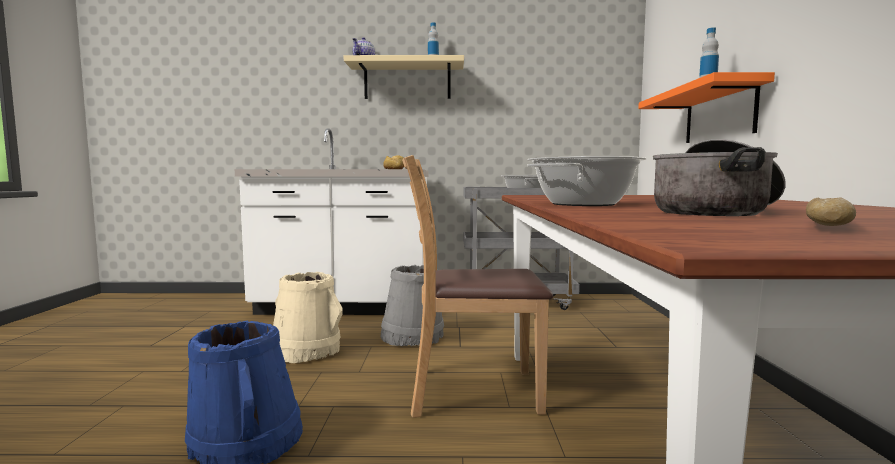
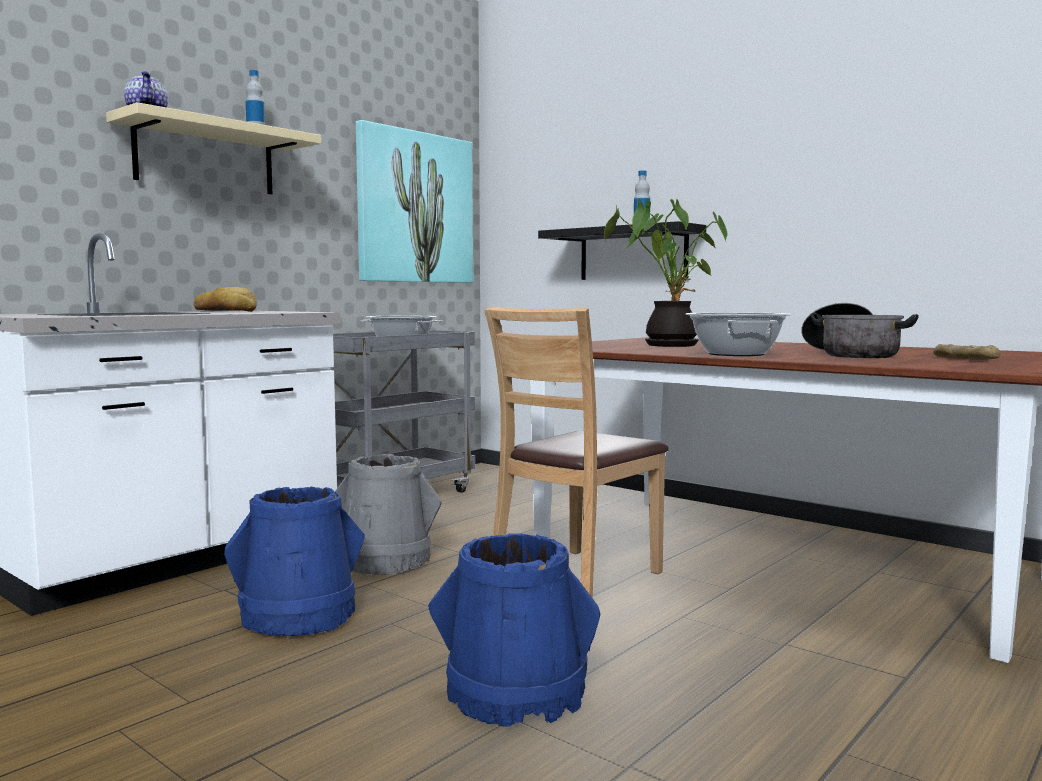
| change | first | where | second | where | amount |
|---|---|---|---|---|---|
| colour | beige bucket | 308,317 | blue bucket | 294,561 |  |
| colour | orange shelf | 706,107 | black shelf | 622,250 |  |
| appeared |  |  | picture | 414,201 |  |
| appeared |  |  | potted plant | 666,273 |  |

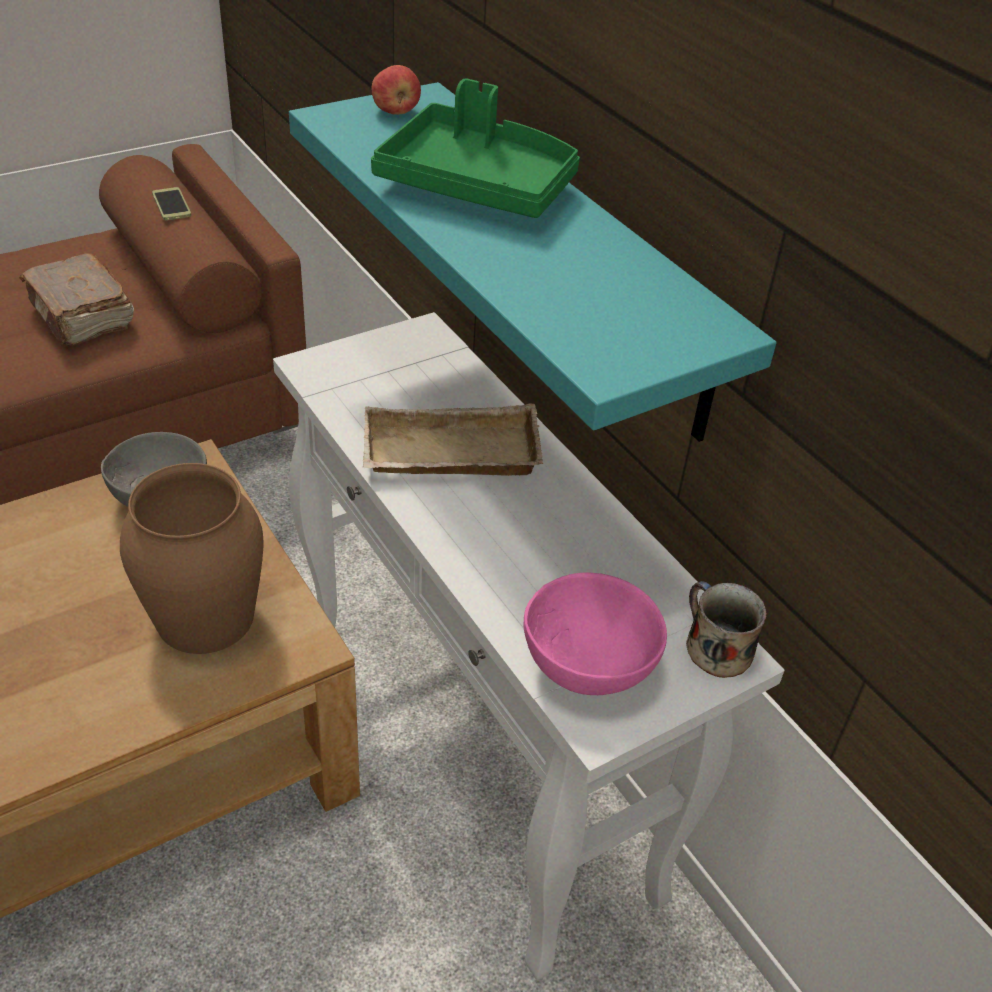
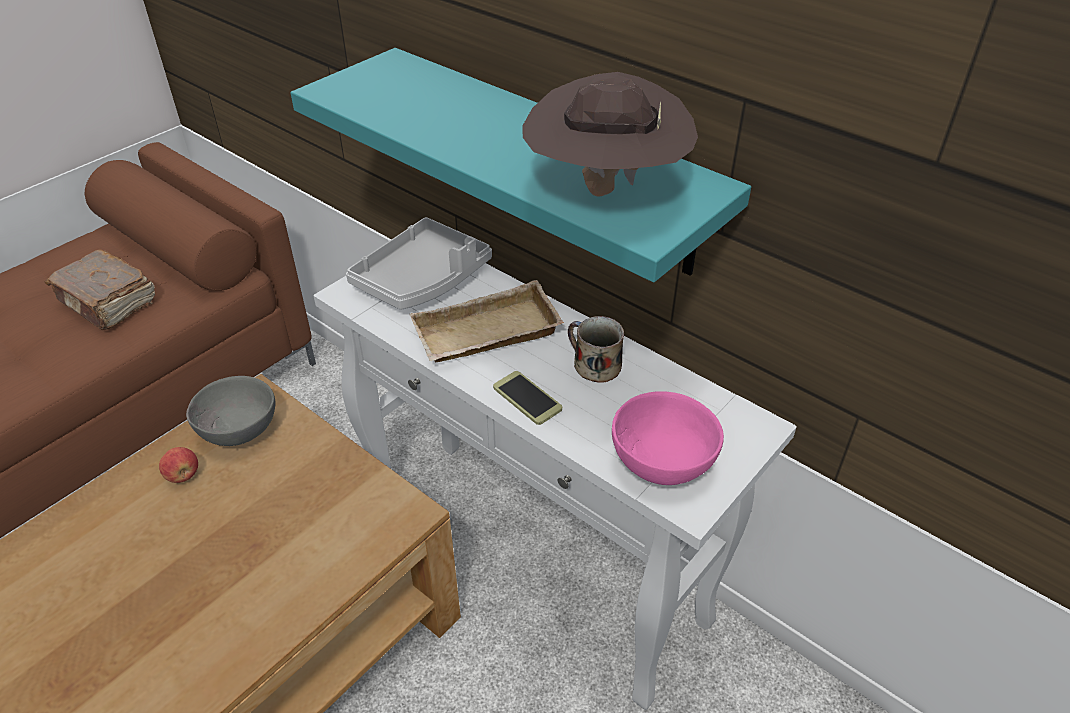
| change | first | where | second | where | amount |
|---|---|---|---|---|---|
| missing | brown vase | 192,558 |  |  |  |
| relocated | phone | 171,203 |  | 527,398 |  |
| missing | green tray | 475,148 |  |  |  |
| relocated | apple | 396,90 |  | 178,465 |  |
| relocated | mug | 726,629 |  | 596,349 |  |
| appeared |  |  | grey tray | 419,263 |  |
| appeared |  |  | brown hat | 610,134 |  |

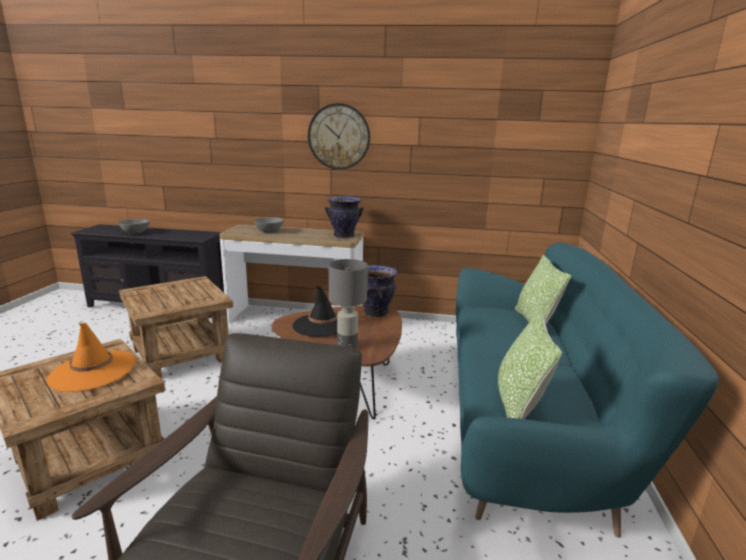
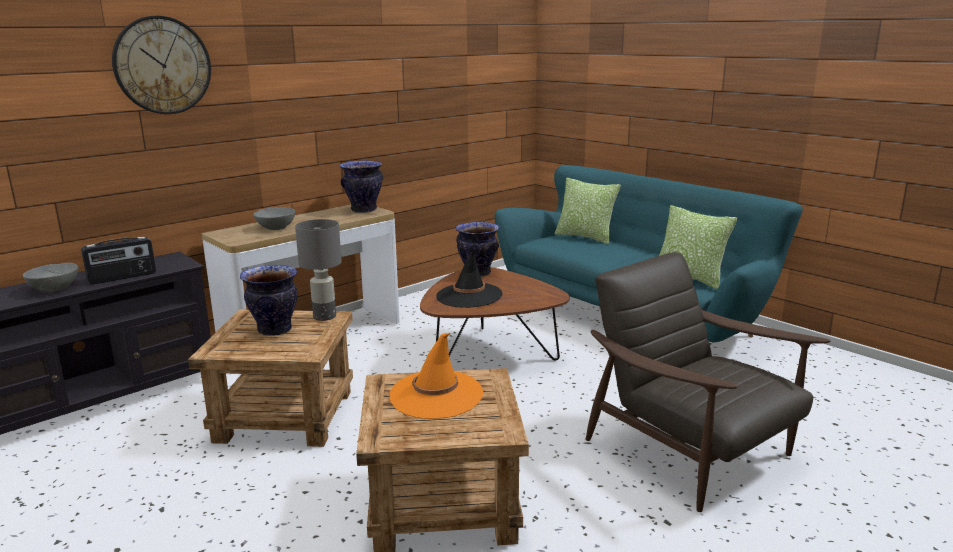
| change | first | where | second | where | amount |
|---|---|---|---|---|---|
| relocated | wall clock | 339,136 |  | 161,65 |  |
| relocated | grey table lamp | 348,304 |  | 318,270 |  |
| appeared |  |  | radio | 118,261 |  |
| appeared |  |  | vase | 269,300 |  |

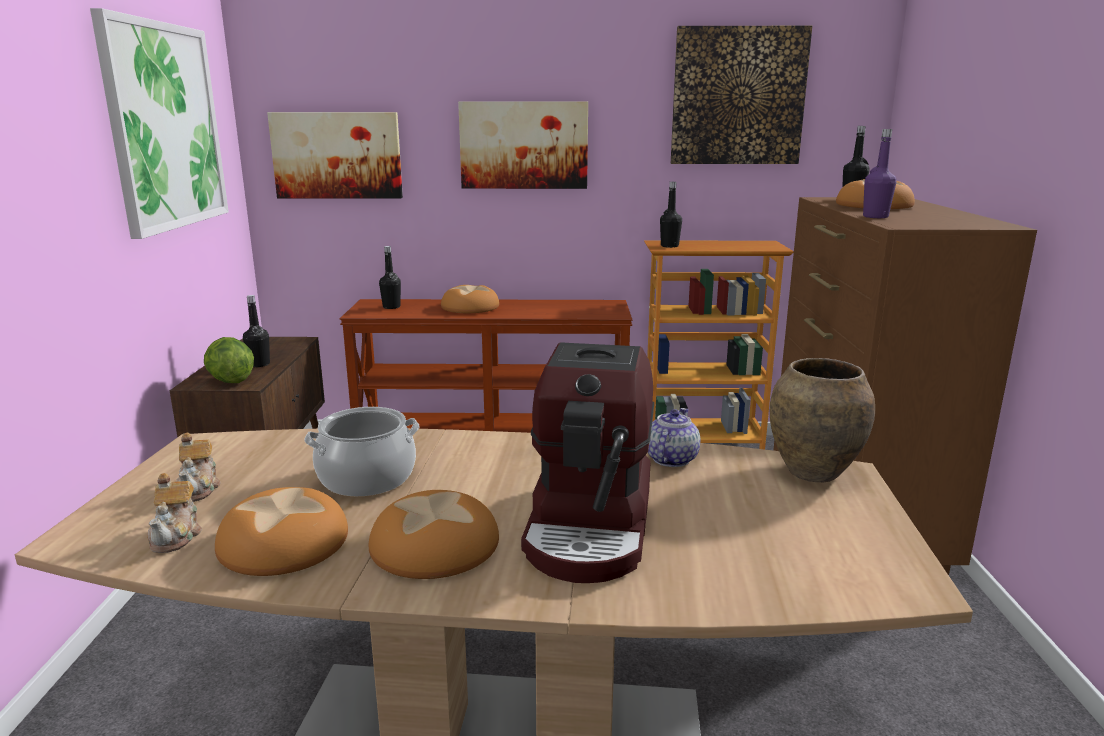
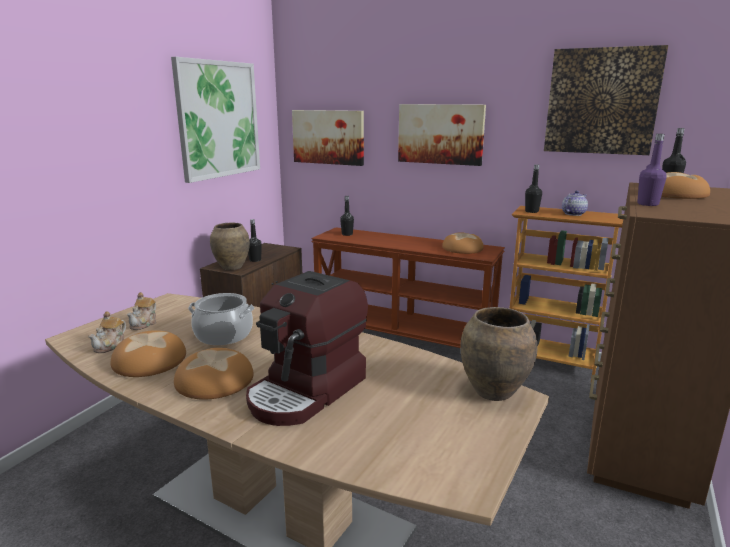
| change | first | where | second | where | amount |
|---|---|---|---|---|---|
| exchanged | lettuce | 229,360 | brown vase | 230,246 |  |
| relocated | bread | 470,299 |  | 463,243 |  |
| relocated | teapot | 674,437 |  | 575,203 |  |

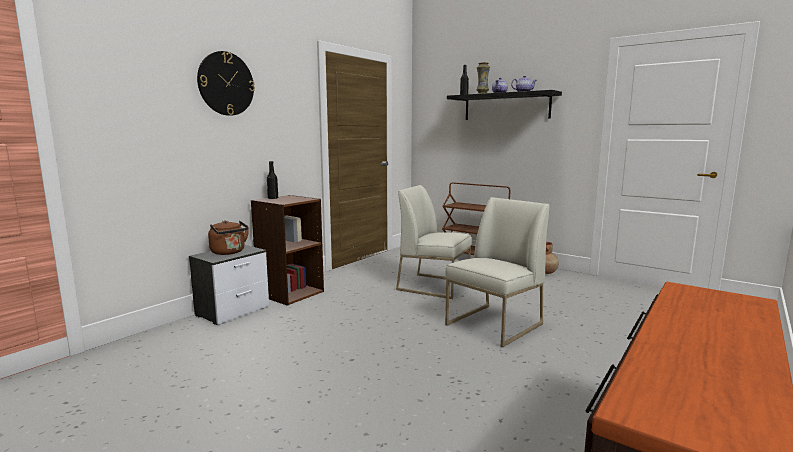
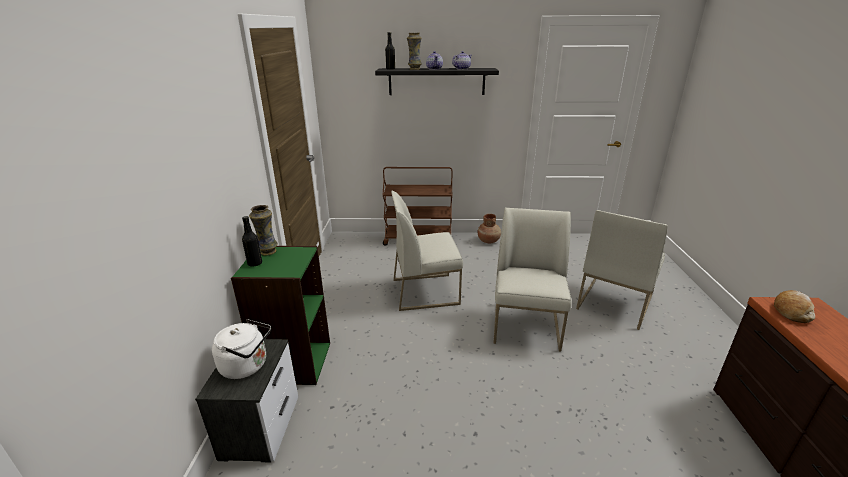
| change | first | where | second | where | amount |
|---|---|---|---|---|---|
| missing | wall clock | 226,83 |  |  |  |
| colour | brown kettle | 228,237 | white kettle | 241,349 |  |
| colour | brown bookcase | 287,250 | green bookcase | 280,315 |  |
| appeared |  |  | vase | 263,230 |  |
| appeared |  |  | white chair | 622,270 |  |
| appeared |  |  | bread | 794,306 |  |

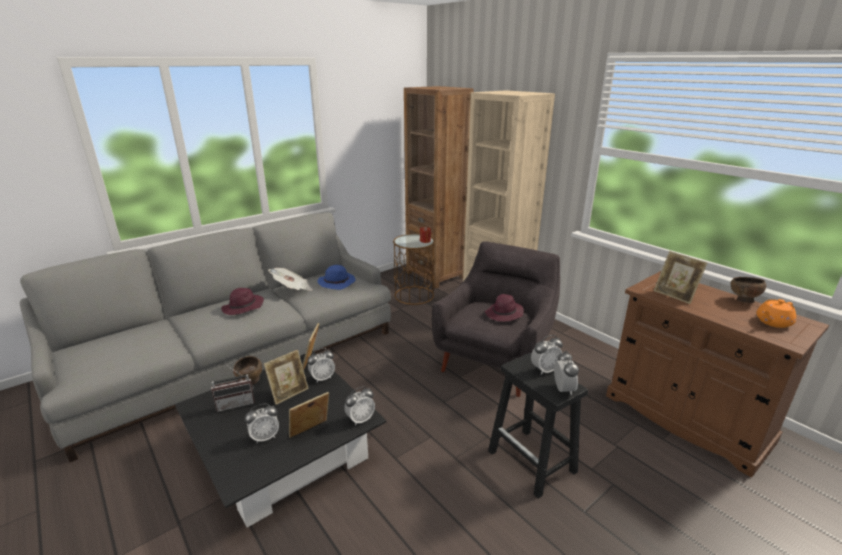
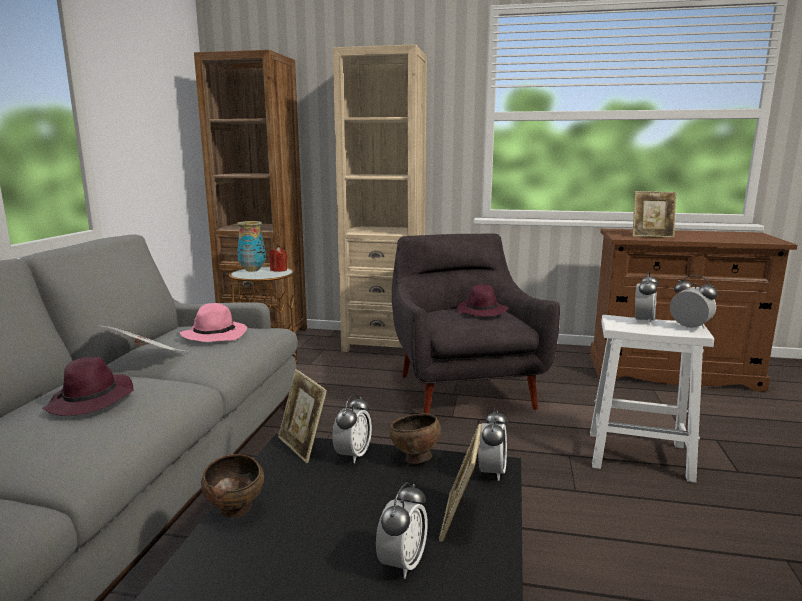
| change | first | where | second | where | amount |
|---|---|---|---|---|---|
| missing | radio | 233,388 |  |  |  |
| missing | picture frame | 286,377 |  |  |  |
| colour | blue hat | 336,277 | pink hat | 213,322 |  |
| colour | black stool | 538,426 | white stool | 652,399 |  |
| relocated | brown bowl | 748,290 |  | 415,438 |  |
| missing | orange teapot | 776,313 |  |  |  |
| appeared |  |  | vase | 251,246 |  |

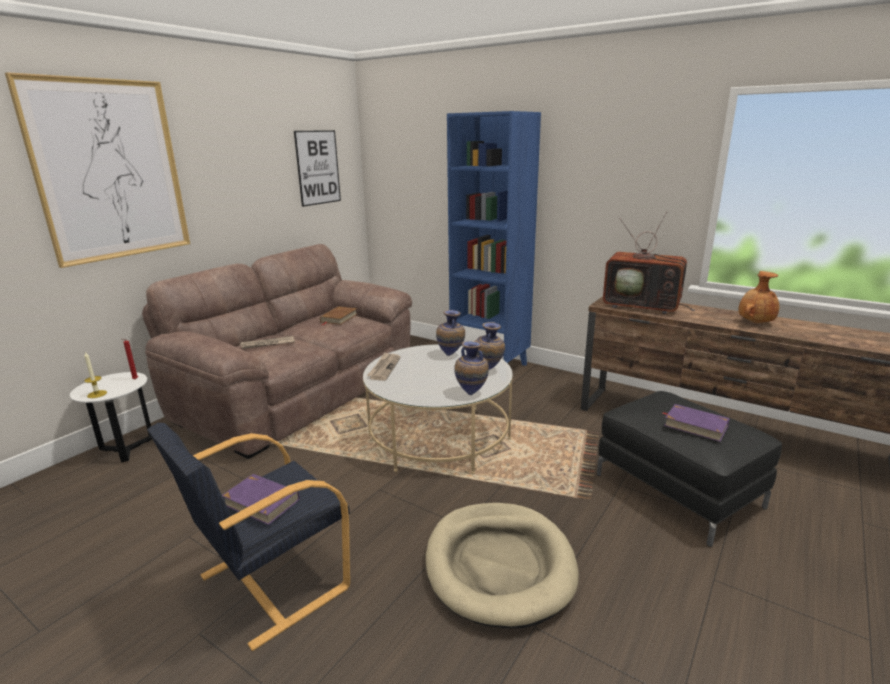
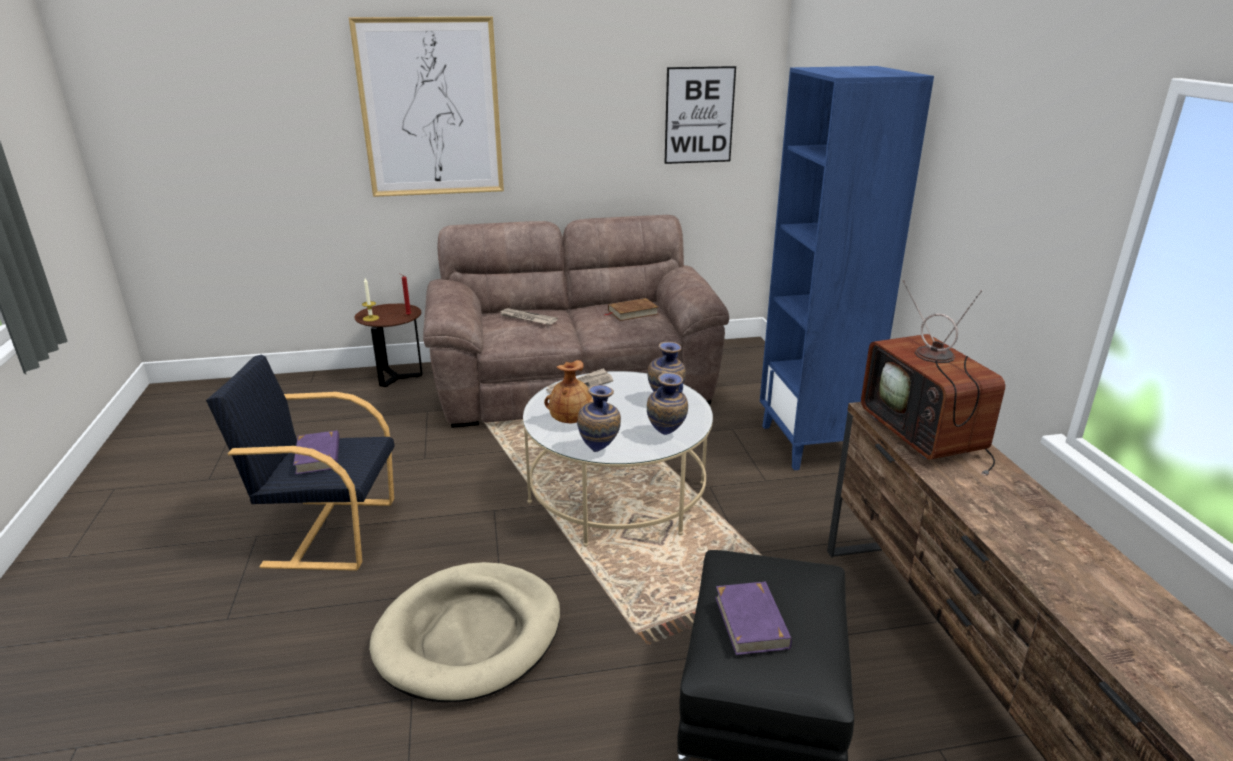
| change | first | where | second | where | amount |
|---|---|---|---|---|---|
| colour | white side table | 111,417 | brown side table | 388,345 |  |
| relocated | brown vase | 758,297 |  | 569,391 |  |

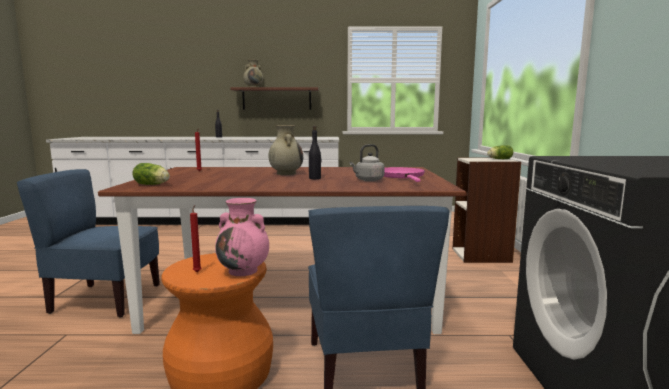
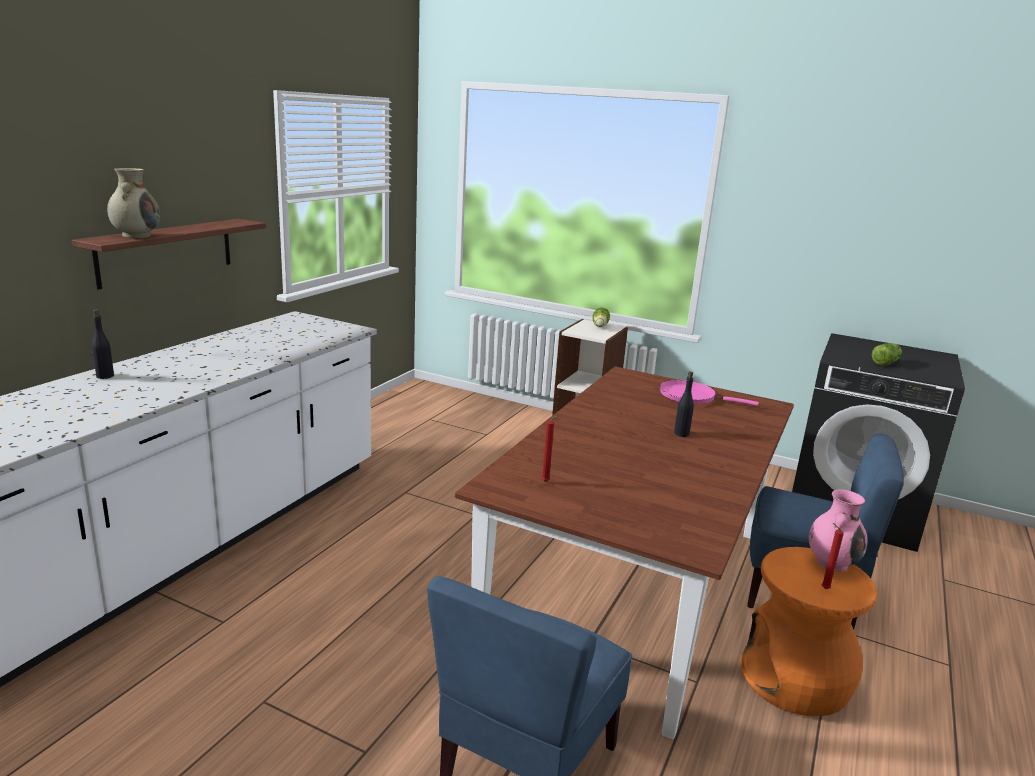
| change | first | where | second | where | amount |
|---|---|---|---|---|---|
| relocated | lettuce | 151,174 |  | 887,354 |  |
| missing | beige vase | 285,150 |  |  |  |
| missing | grey kettle | 367,162 |  |  |  |

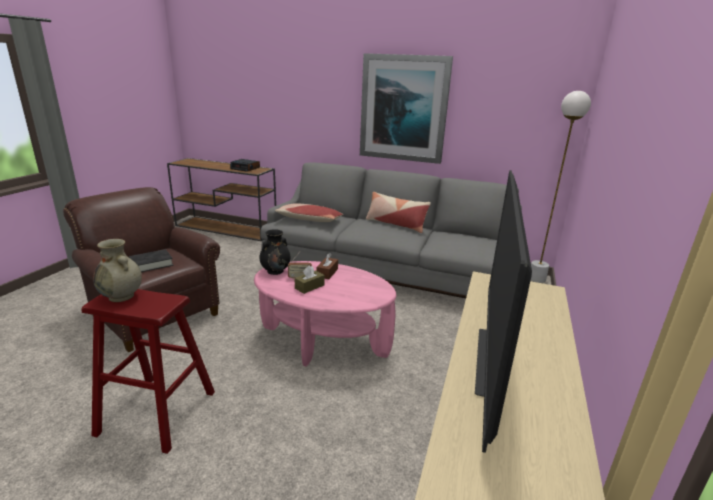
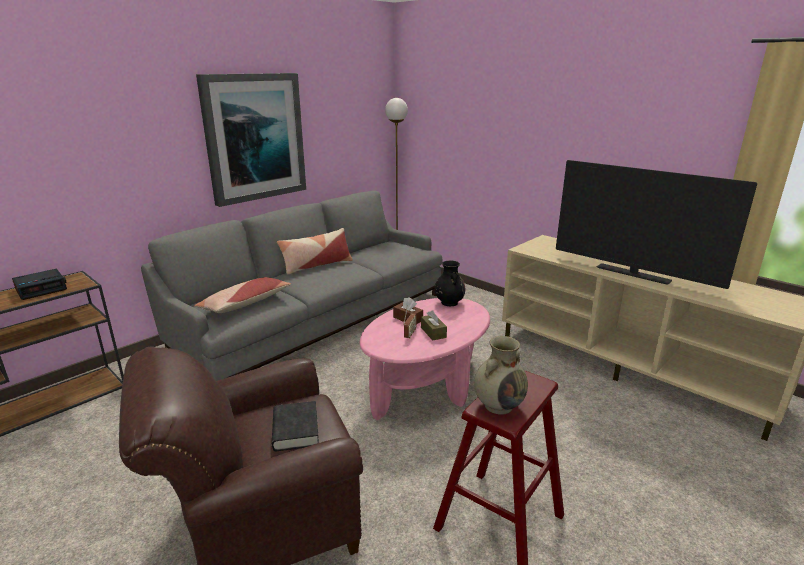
| change | first | where | second | where | amount |
|---|---|---|---|---|---|
| relocated | black vase | 275,252 |  | 450,283 |  |

